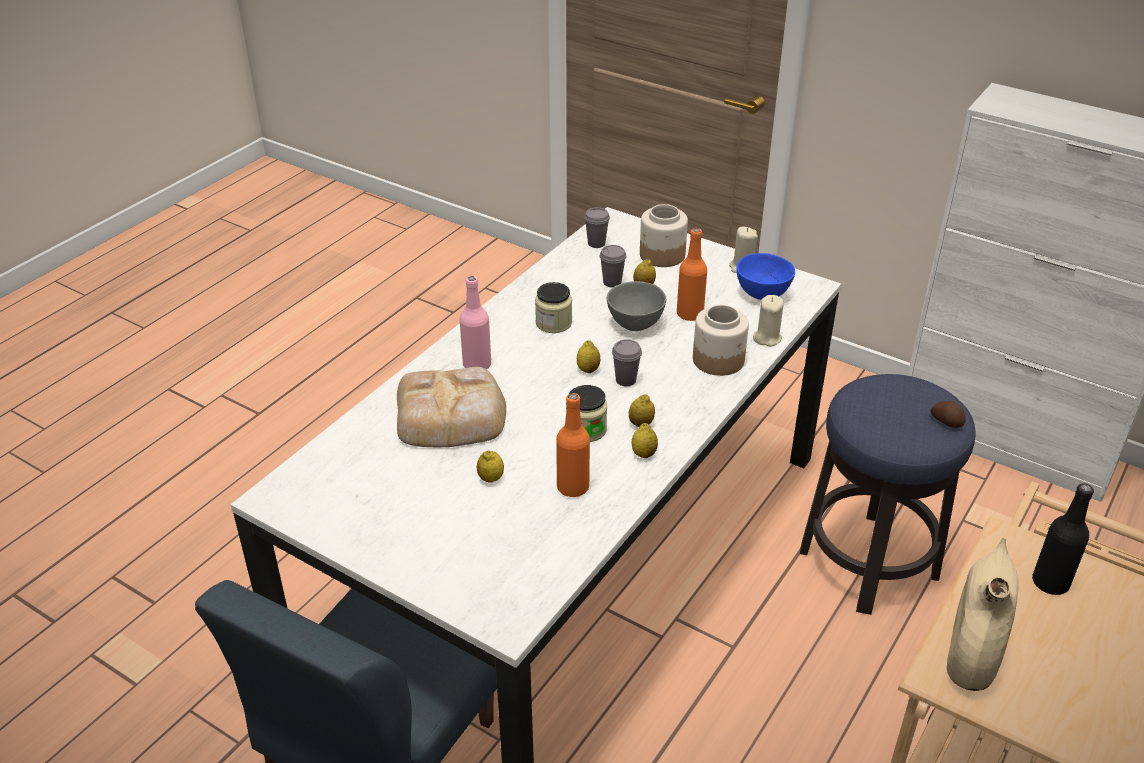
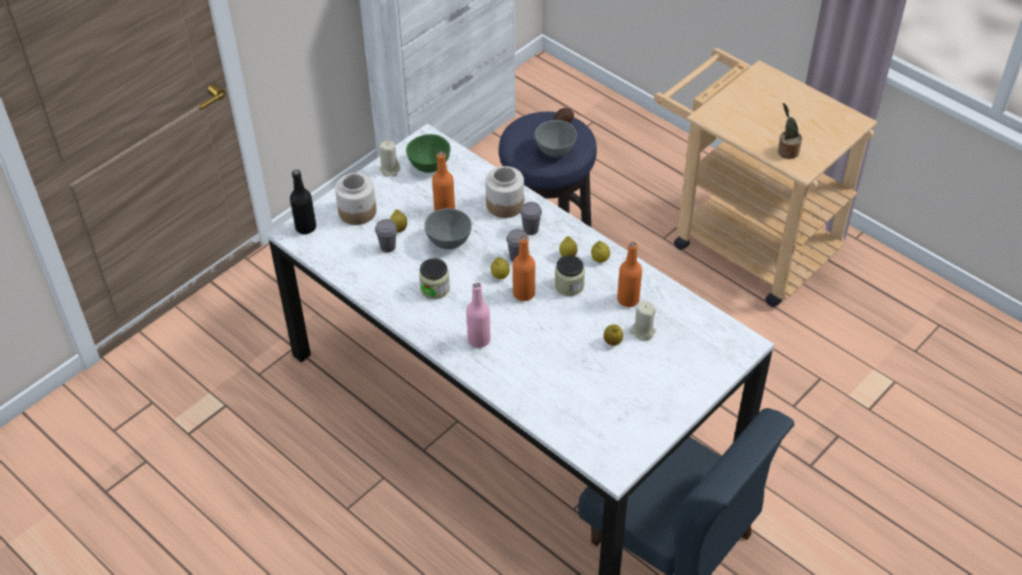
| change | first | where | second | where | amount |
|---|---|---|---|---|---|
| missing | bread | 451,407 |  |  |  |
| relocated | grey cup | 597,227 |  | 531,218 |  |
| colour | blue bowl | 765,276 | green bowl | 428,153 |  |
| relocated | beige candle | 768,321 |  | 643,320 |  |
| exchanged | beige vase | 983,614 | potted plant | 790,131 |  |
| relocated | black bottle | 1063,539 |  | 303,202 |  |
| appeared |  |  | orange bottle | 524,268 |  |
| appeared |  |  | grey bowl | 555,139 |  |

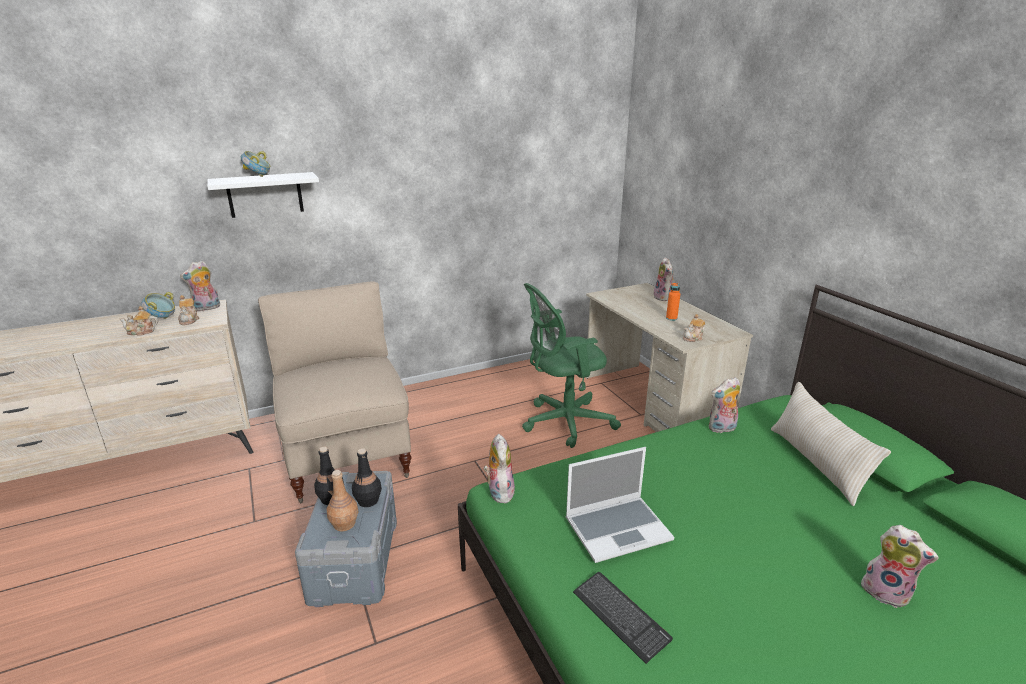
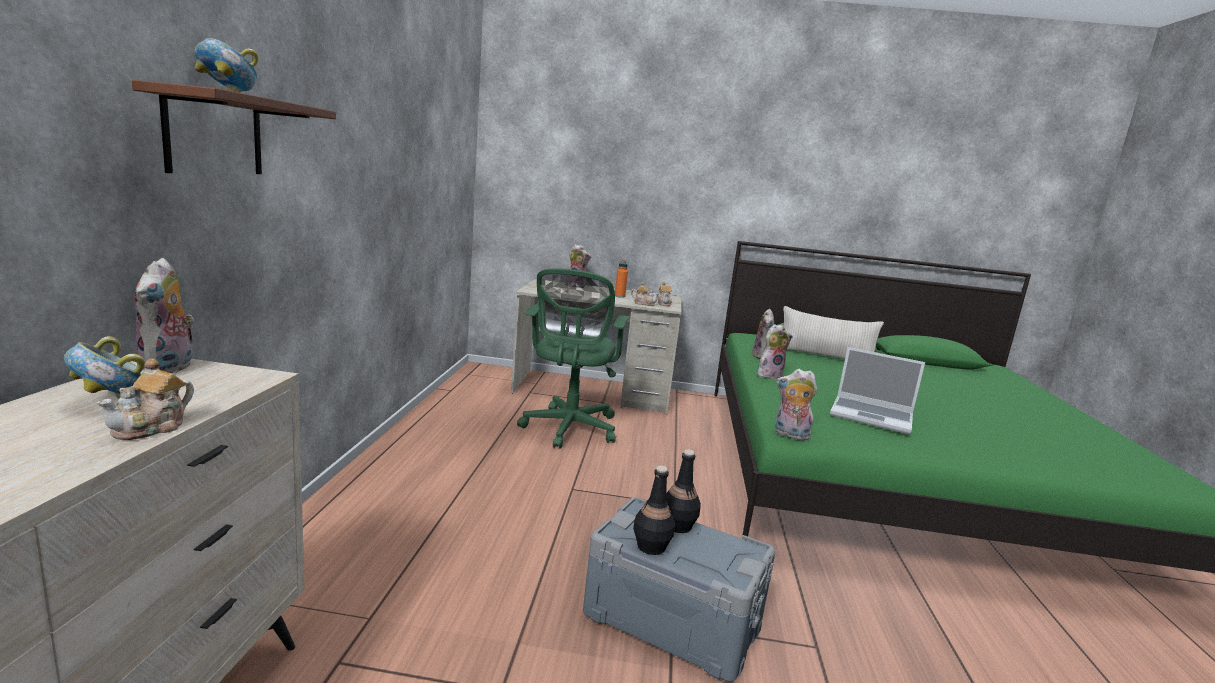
| change | first | where | second | where | amount |
|---|---|---|---|---|---|
| relocated | teapot | 188,310 |  | 645,294 |  |
| colour | white shelf | 263,195 | brown shelf | 234,127 |  |
| missing | beige chair | 334,392 |  |  |  |
| missing | brown bottle | 342,500 |  |  |  |
| spun | laptop | 620,505 |  | 877,390 | 105 degrees clockwise |
| missing | keyboard | 623,618 |  |  |  |
| relocated | plush toy | 900,566 |  | 774,351 |  |

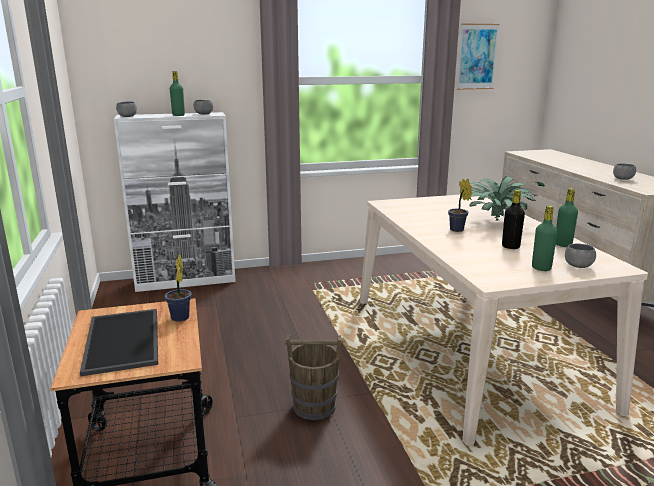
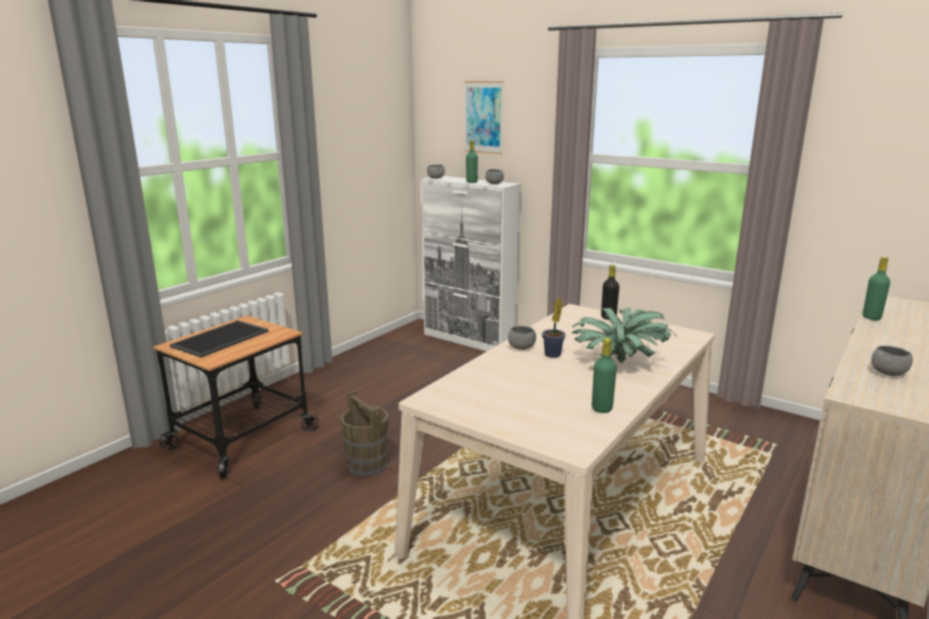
| change | first | where | second | where | amount |
|---|---|---|---|---|---|
| missing | potted plant | 178,288 |  |  |  |
| relocated | picture | 478,56 |  | 484,117 |  |
| relocated | black bottle | 513,219 |  | 610,292 |  |
| relocated | green bottle | 545,238 |  | 876,288 |  |
| relocated | grey bowl | 580,255 |  | 522,338 |  |

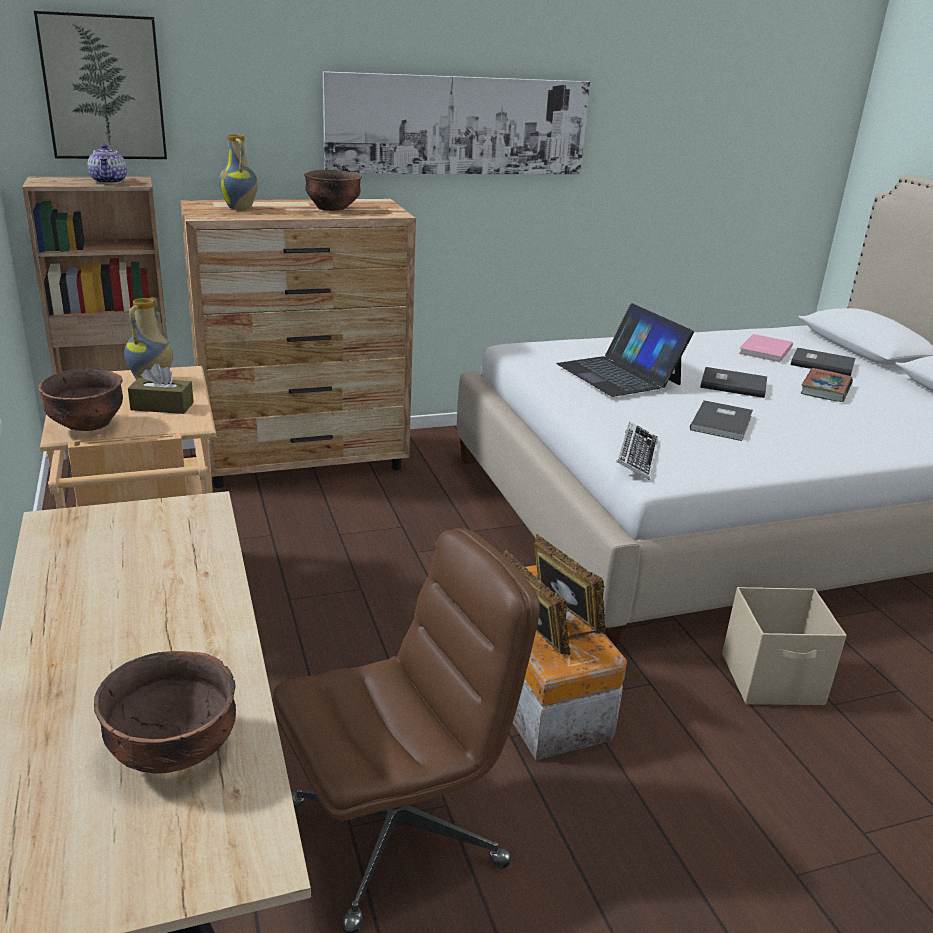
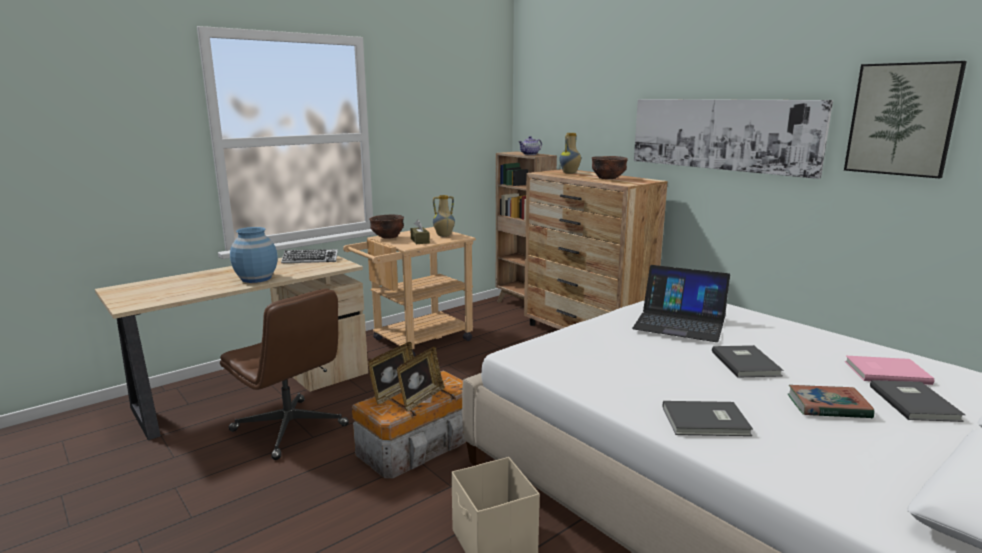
| change | first | where | second | where | amount |
|---|---|---|---|---|---|
| relocated | picture | 100,85 |  | 905,120 |  |
| missing | brown bowl | 165,712 |  |  |  |
| spun | laptop | 625,350 |  | 681,303 | 105 degrees counterclockwise |
| relocated | keyboard | 637,451 |  | 309,256 |  |
| relocated | grey book | 721,420 |  | 708,418 |  |
| appeared |  |  | blue vase | 254,255 |  |

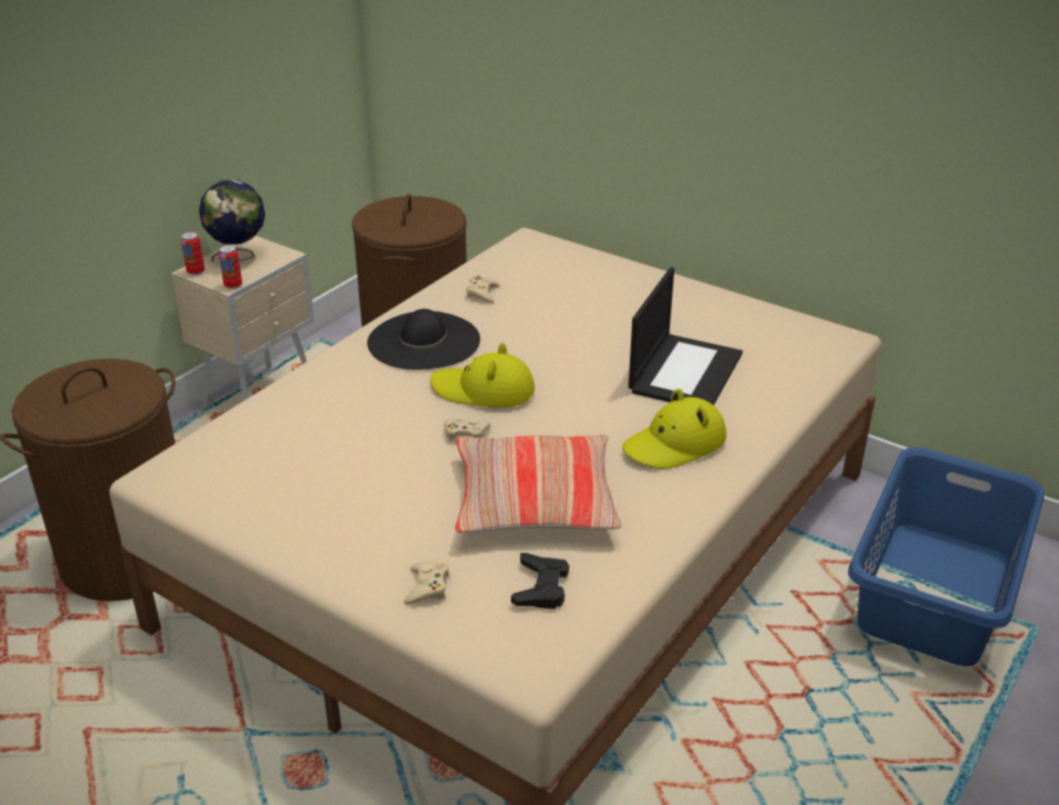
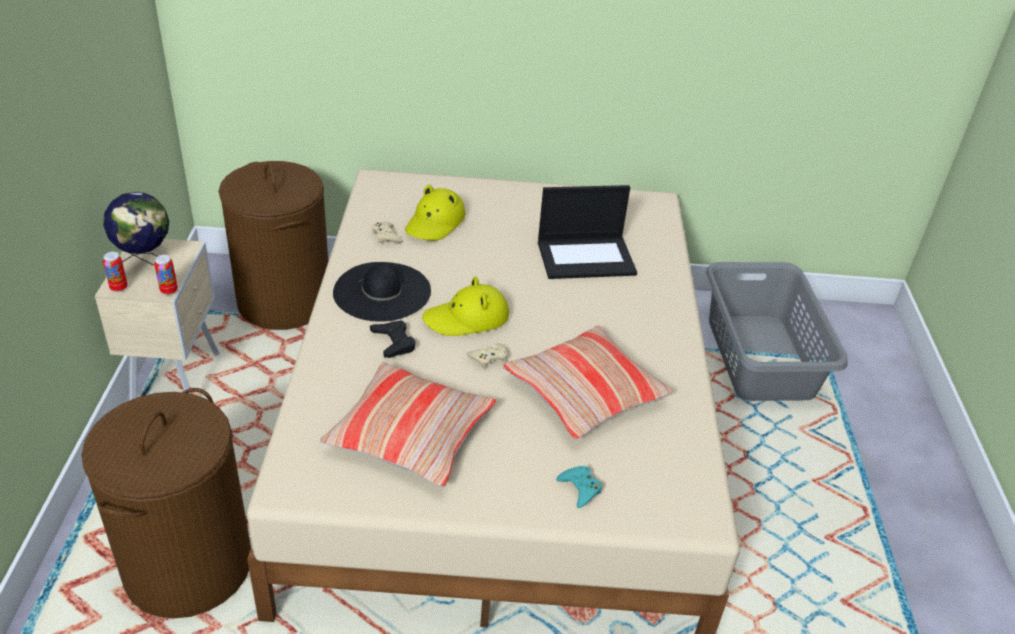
| change | first | where | second | where | amount |
|---|---|---|---|---|---|
| colour | beige game controller | 426,582 | turquoise game controller | 579,487 |  |
| relocated | black game controller | 540,581 |  | 393,339 |  |
| relocated | yellow hat | 674,429 |  | 435,213 |  |
| spun | laptop | 685,336 |  | 587,232 | 90 degrees clockwise |
| colour | blue laundry basket | 946,557 | grey laundry basket | 777,331 |  |
| appeared |  |  | pillow | 408,424 |  |

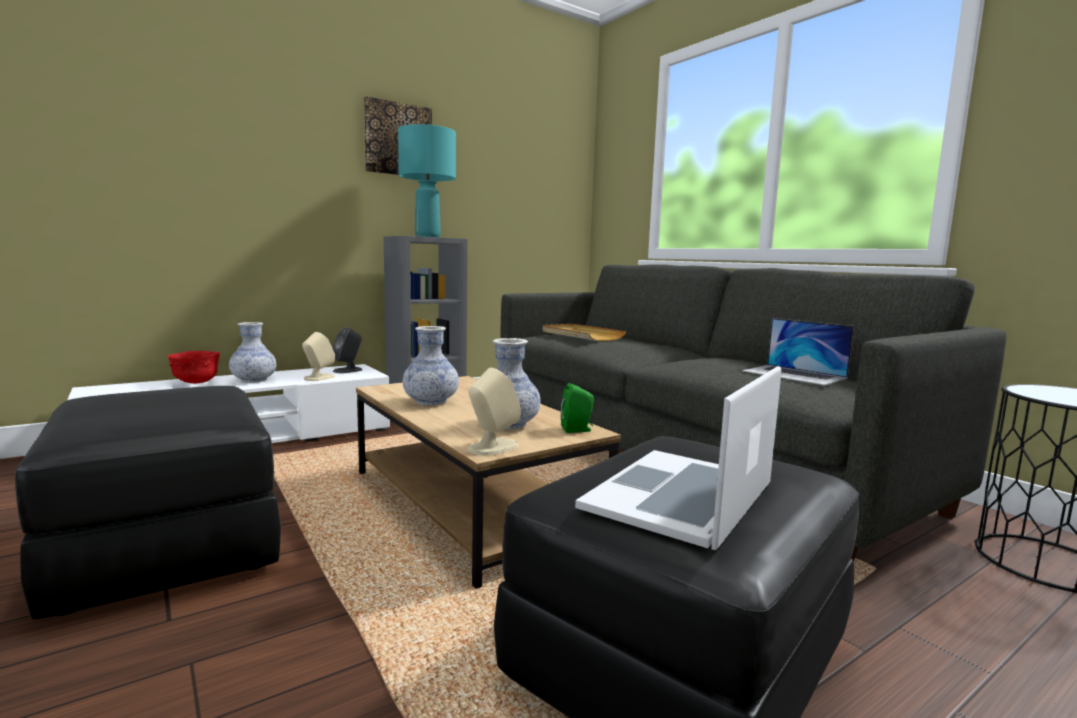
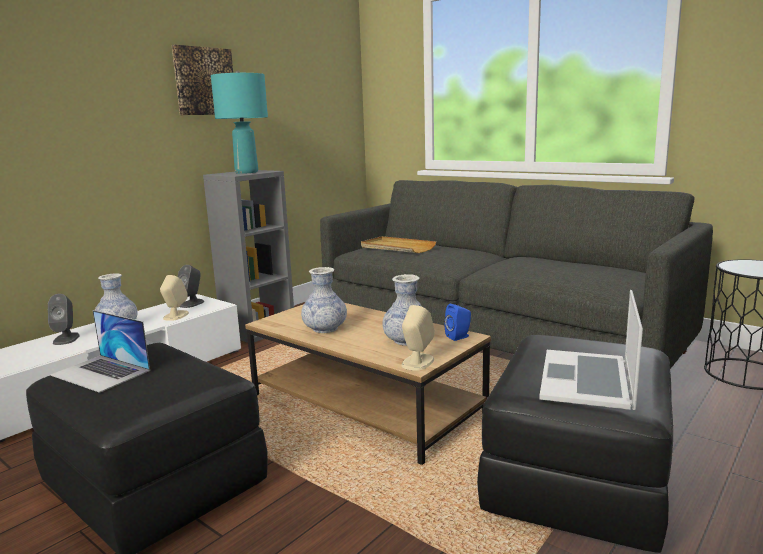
| change | first | where | second | where | amount |
|---|---|---|---|---|---|
| exchanged | red bowl | 194,367 | grey speaker | 64,319 |  |
| colour | green speaker | 577,408 | blue speaker | 458,322 |  |
| relocated | laptop | 798,352 |  | 100,351 |  |

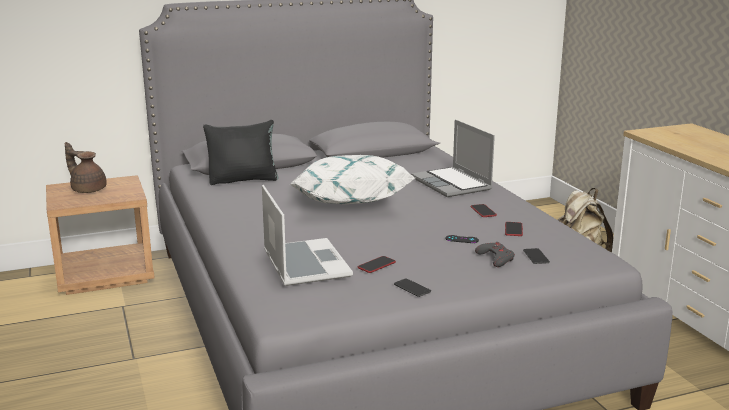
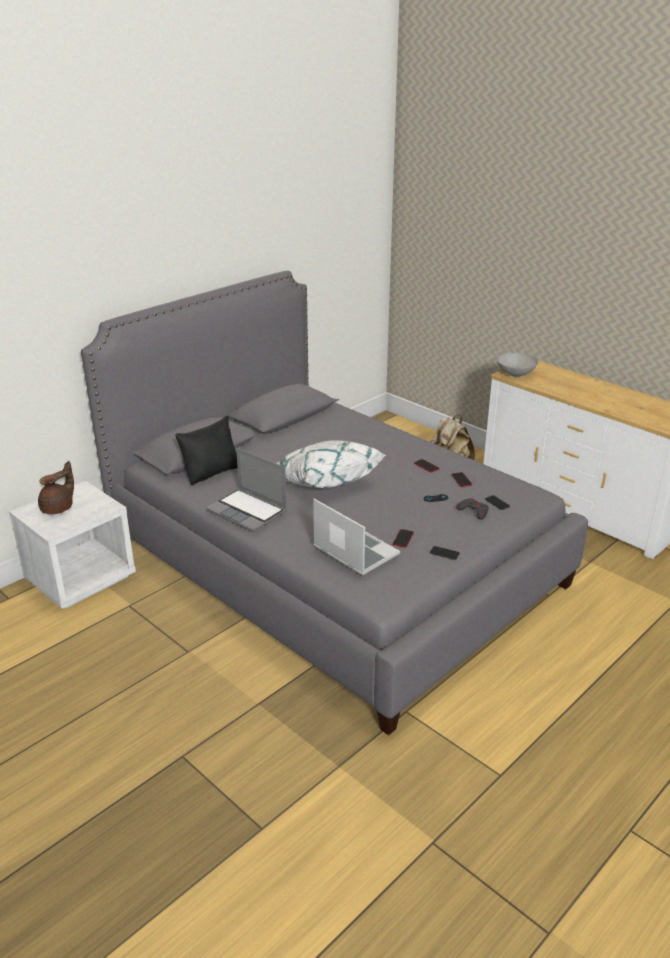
| change | first | where | second | where | amount |
|---|---|---|---|---|---|
| colour | brown nightstand | 100,235 | white nightstand | 72,545 |  |
| spun | brown teapot | 86,167 |  | 56,487 | 120 degrees clockwise |
| relocated | laptop | 453,158 |  | 246,490 |  |
| appeared |  |  | grey bowl | 517,365 |  |

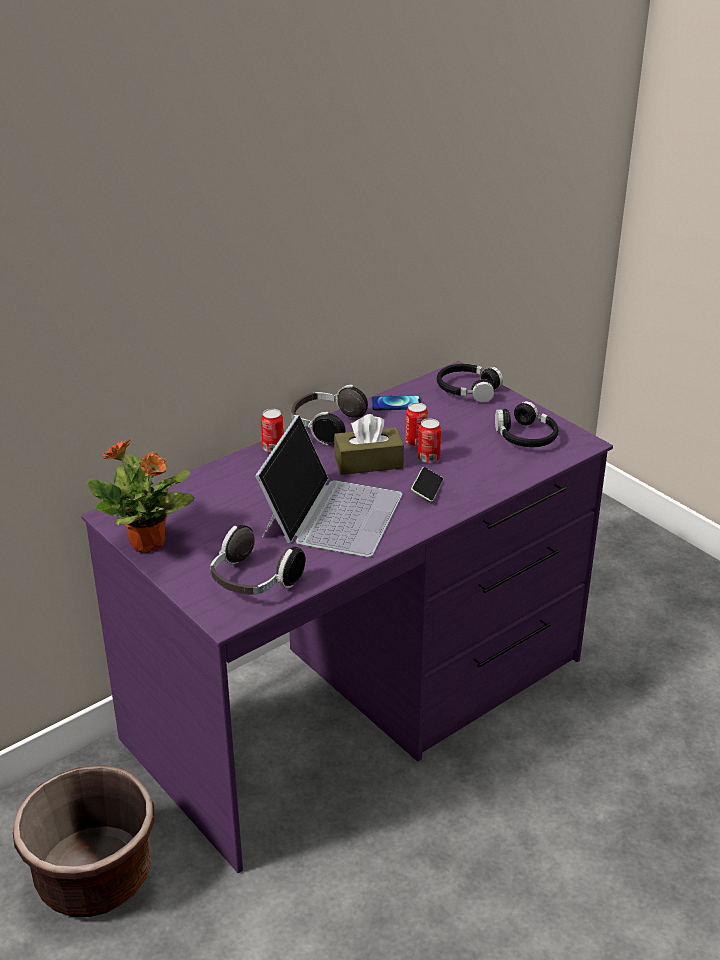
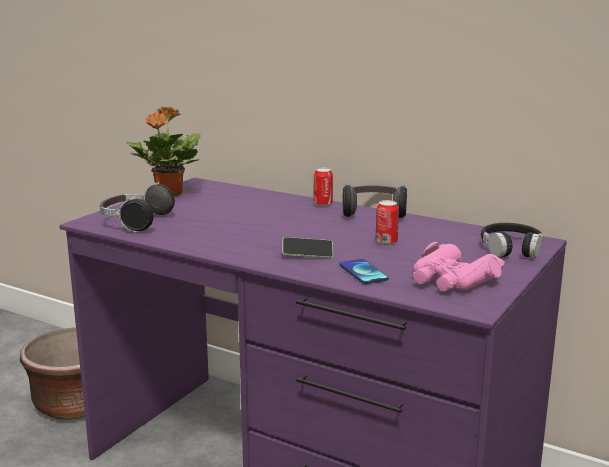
| change | first | where | second | where | amount |
|---|---|---|---|---|---|
| missing | laptop | 329,486 |  |  |  |
| missing | brown tissue box | 369,444 |  |  |  |
| relocated | phone | 396,402 |  | 364,271 |  |
| missing | can | 429,441 |  |  |  |
| exchanged | black headphones | 526,424 | pink binoculars | 459,266 |  |

